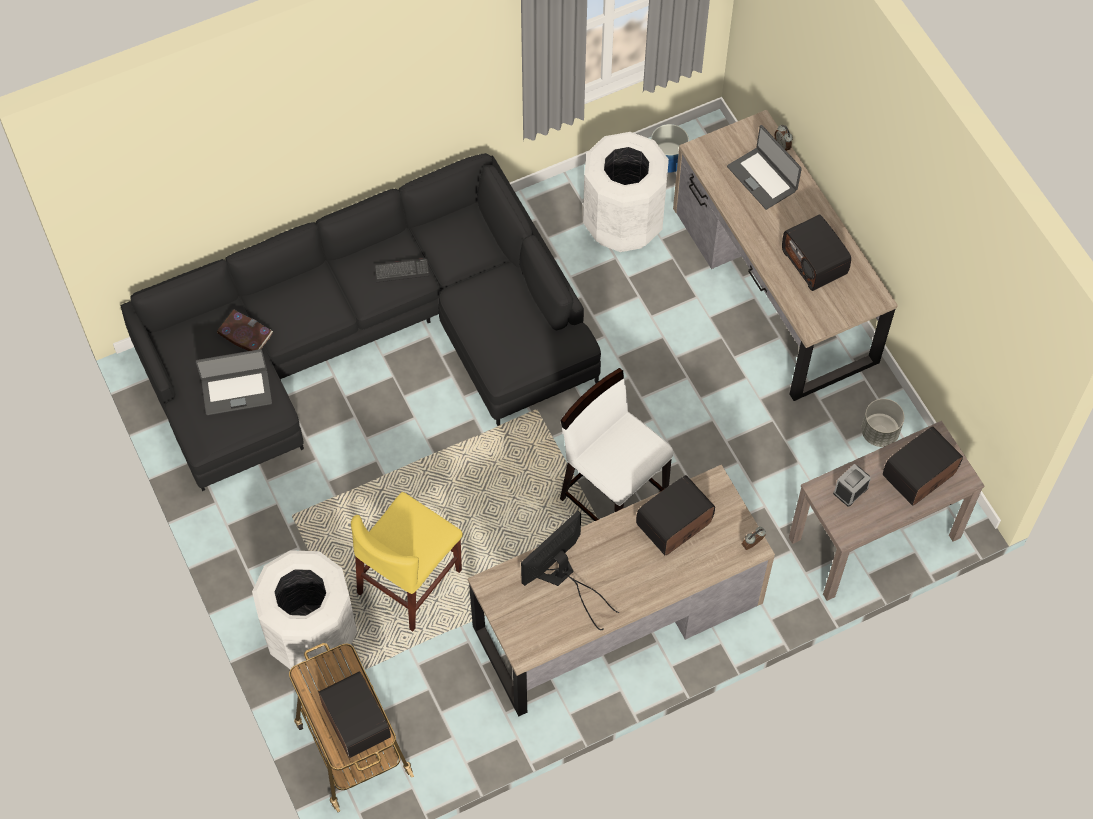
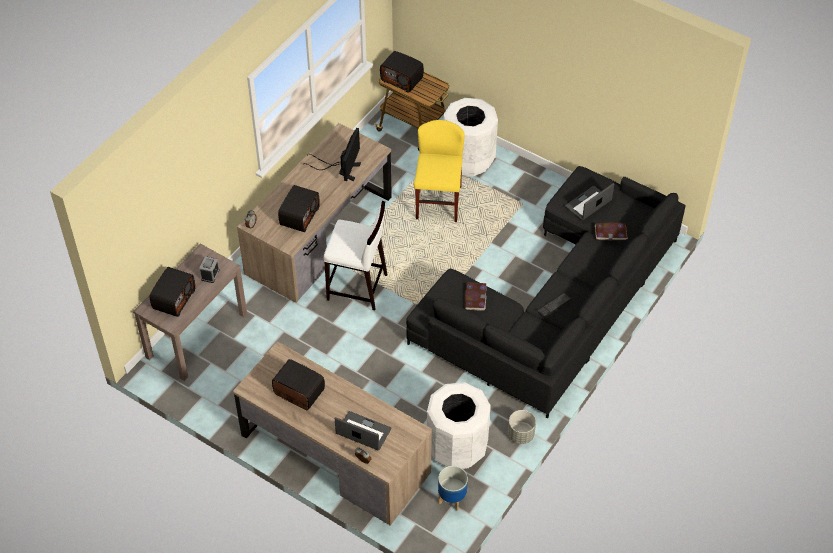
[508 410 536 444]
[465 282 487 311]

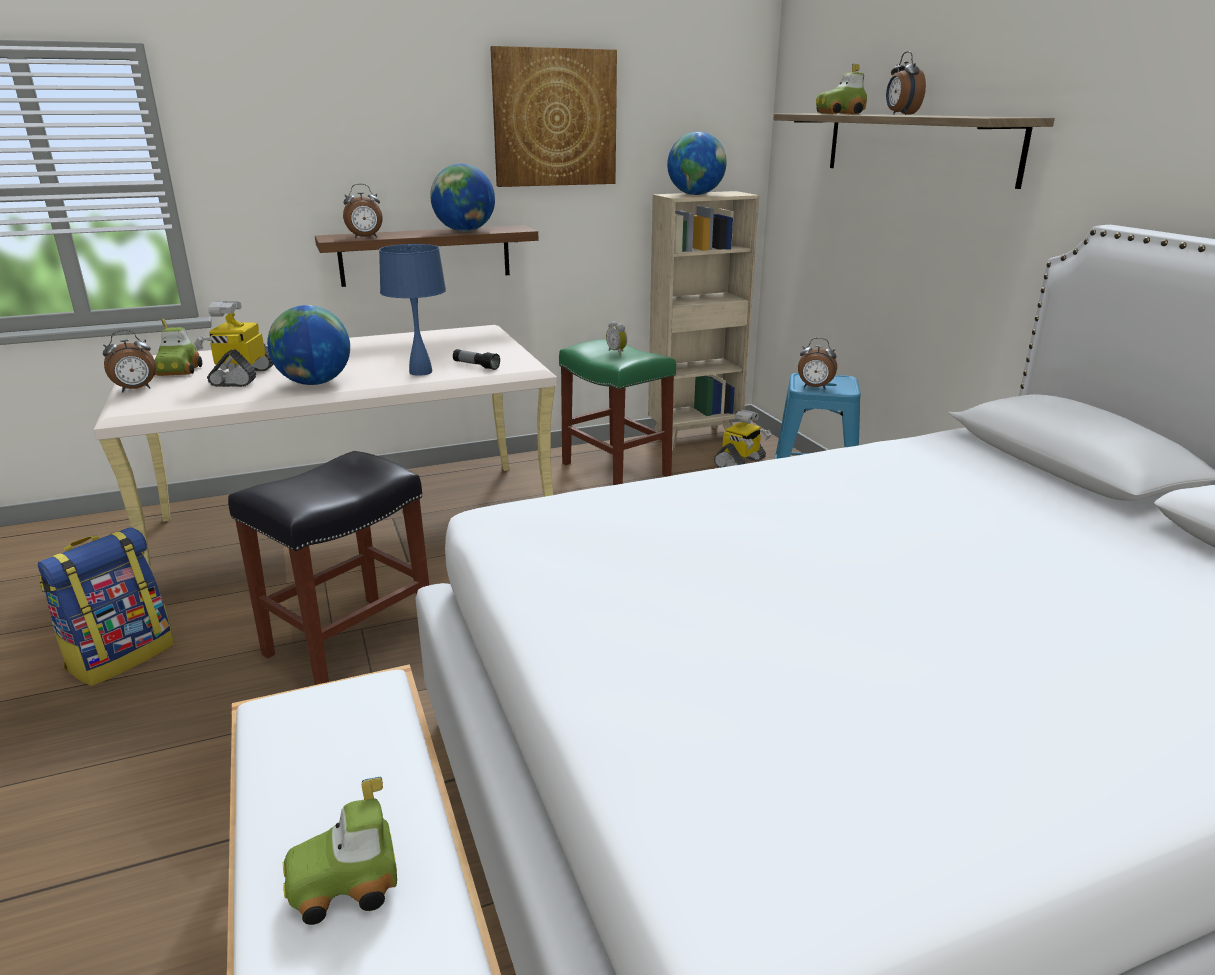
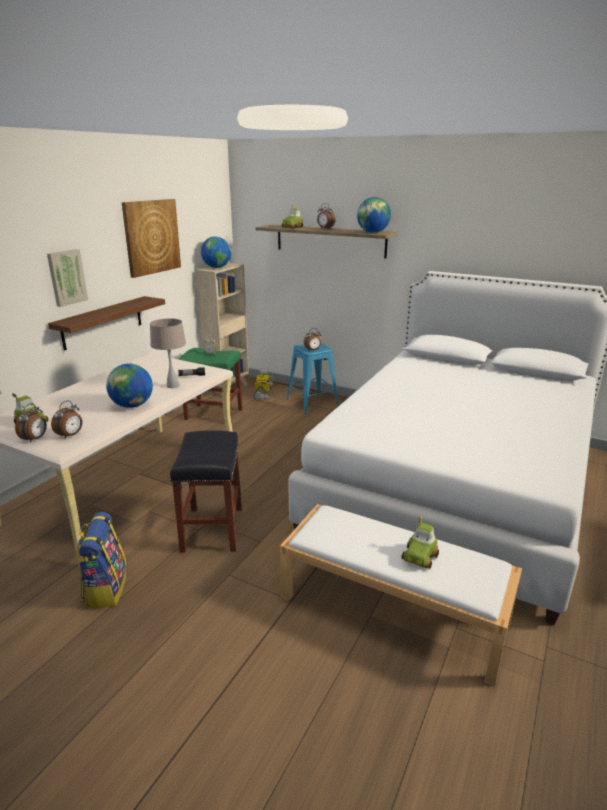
[194 301 274 387] (first image)
[51 401 83 439]
[150 318 186 388]
[357 197 391 233]
[47 249 88 307]

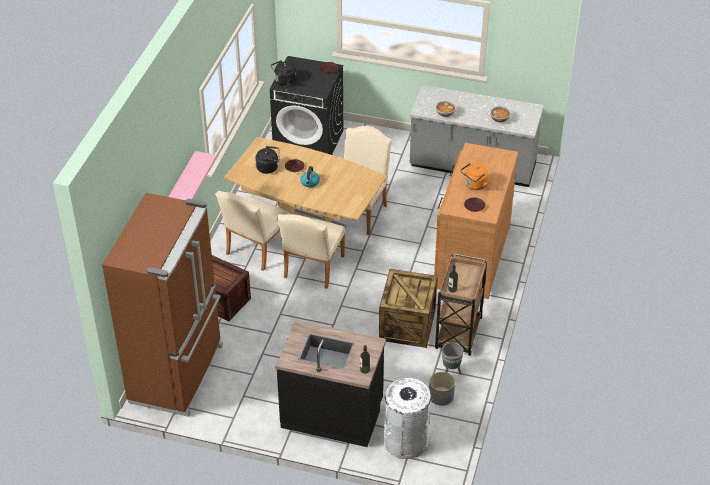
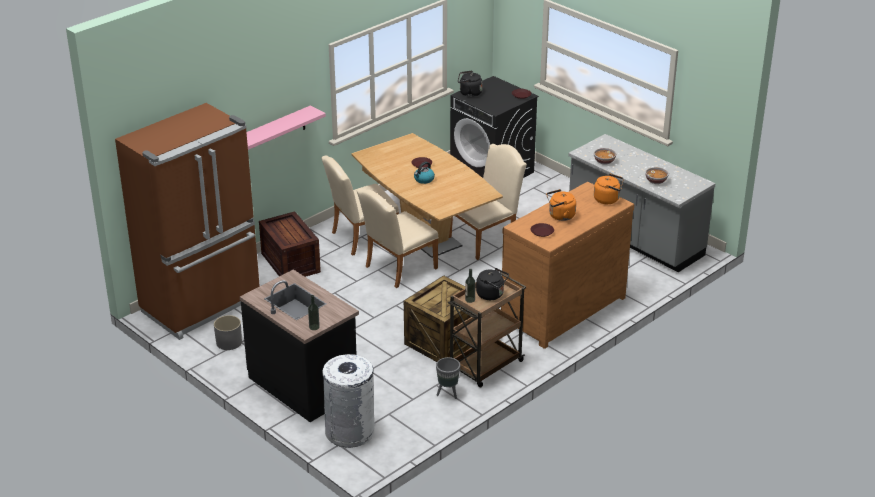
[476 268 509 300]
[214 315 242 350]
[594 174 624 204]

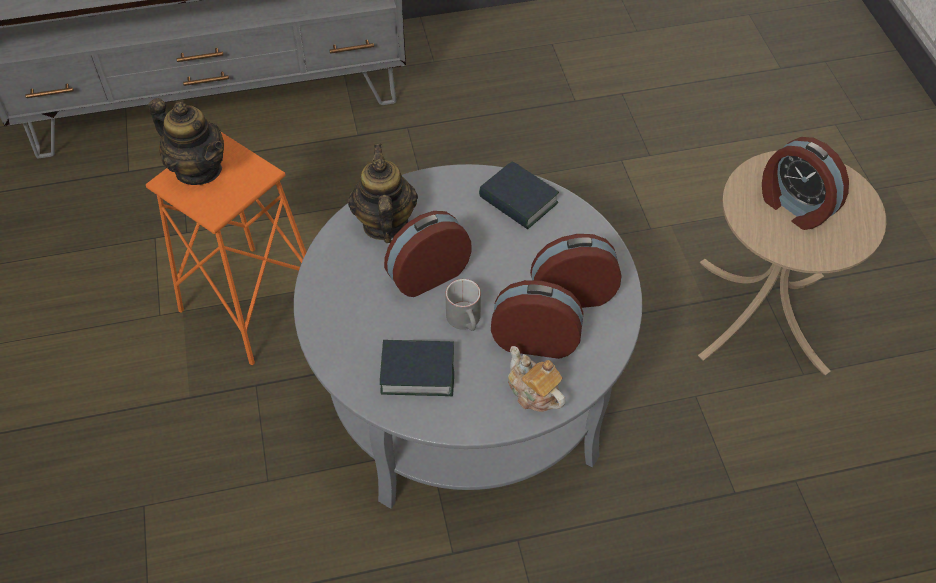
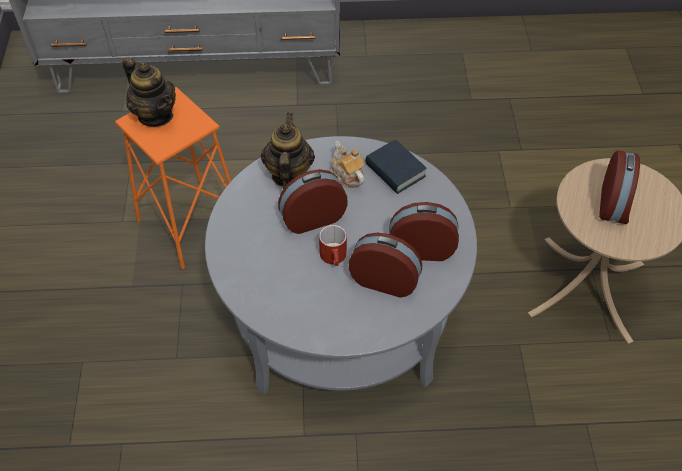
[380 340 454 396] (first image)
[319 225 347 266]
[331 141 365 188]
[599 150 640 224]

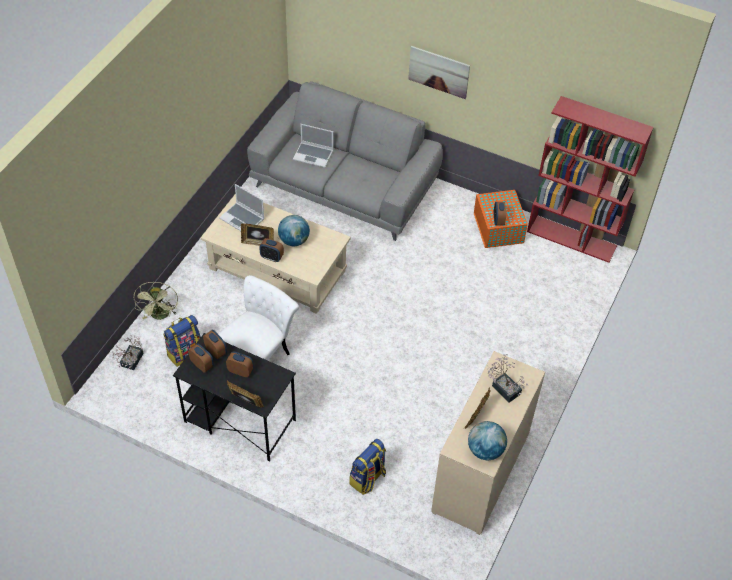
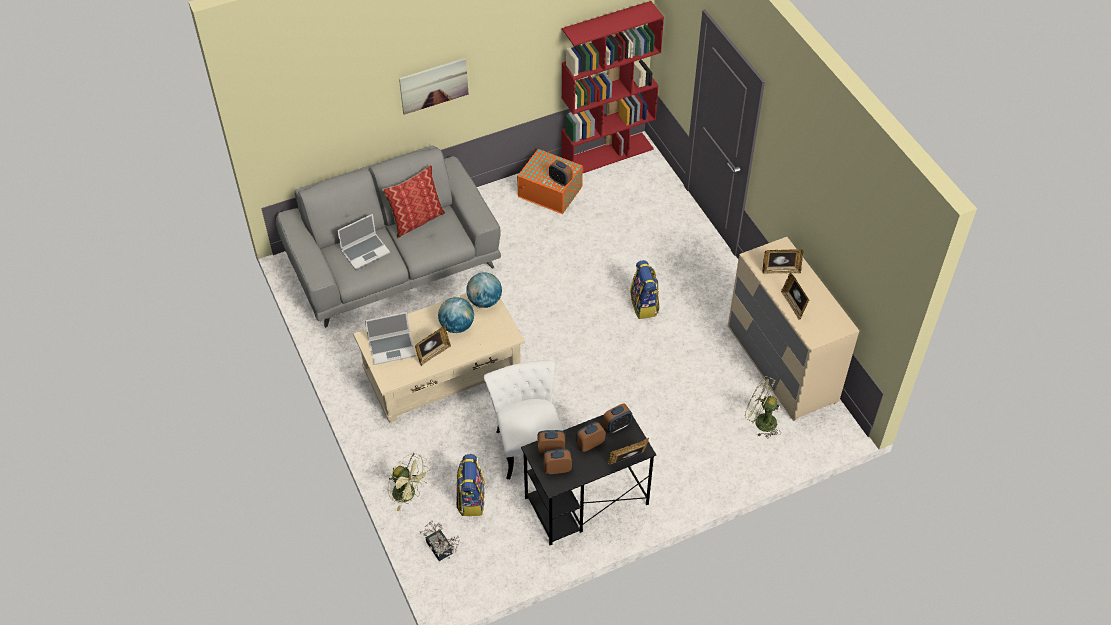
[603 404 632 433]
[630 260 660 319]
[466 272 502 308]
[762 250 804 274]
[382 165 445 238]
[745 376 781 438]

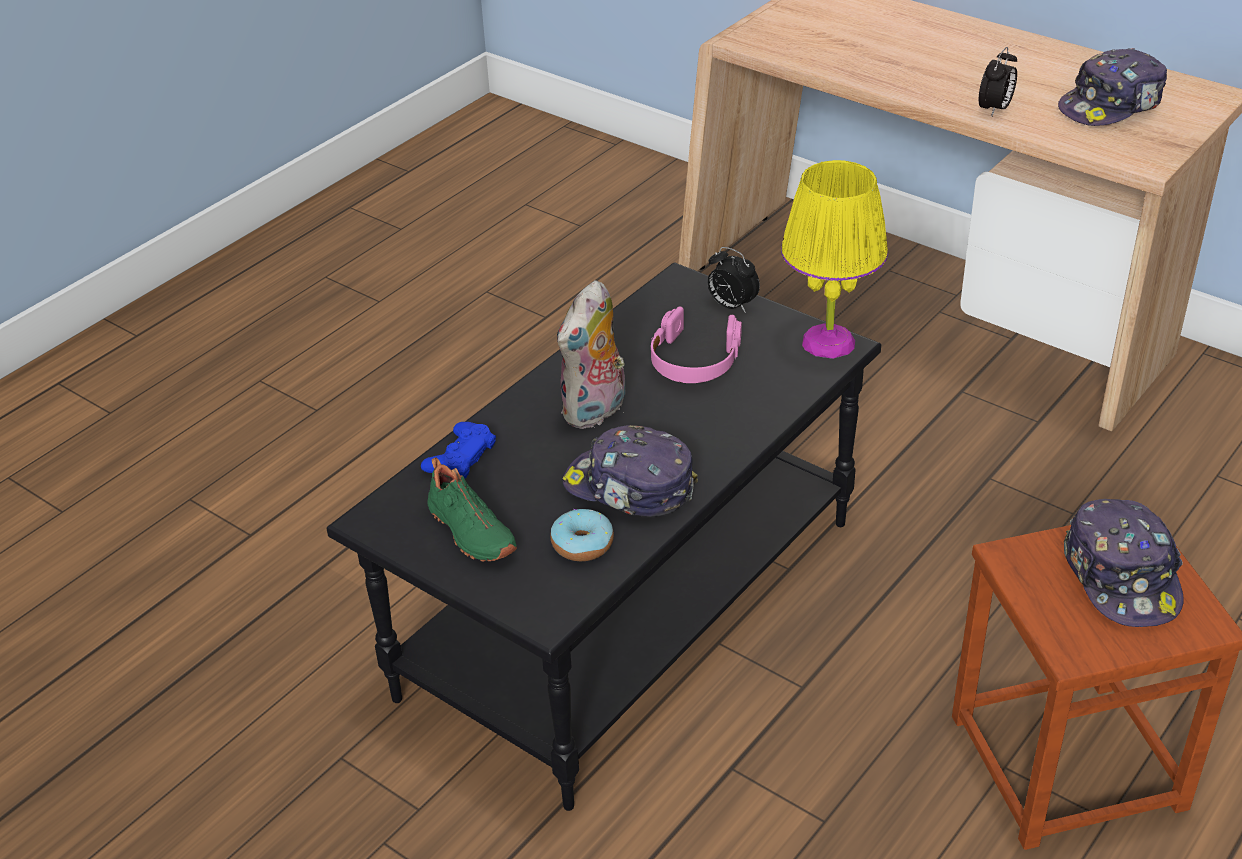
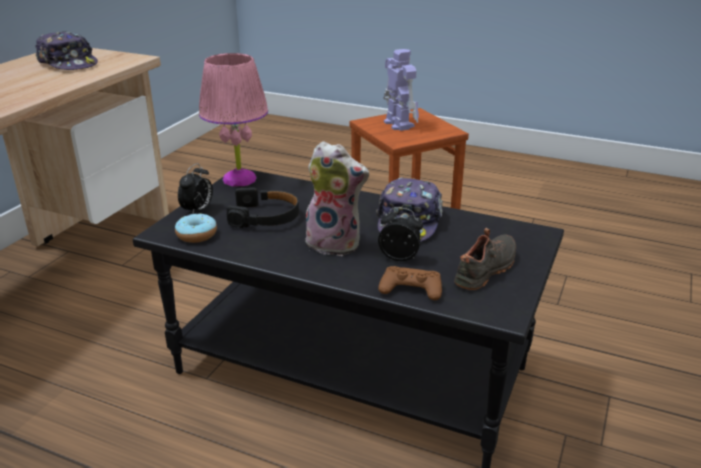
[378 266 442 300]
[454 228 516 290]
[175 213 217 243]
[226 187 299 228]
[199 53 268 186]
[378 207 423 261]
[383 49 419 131]

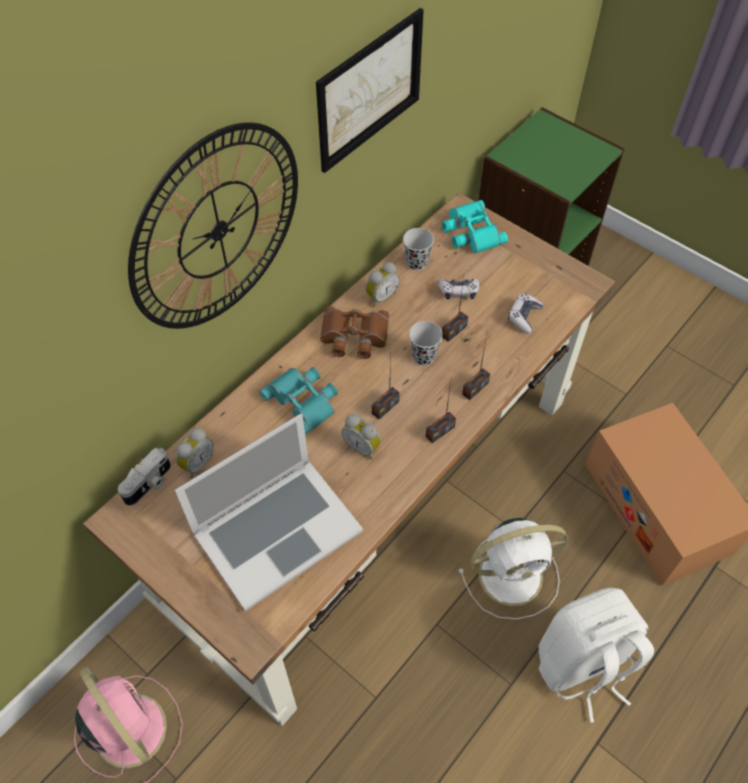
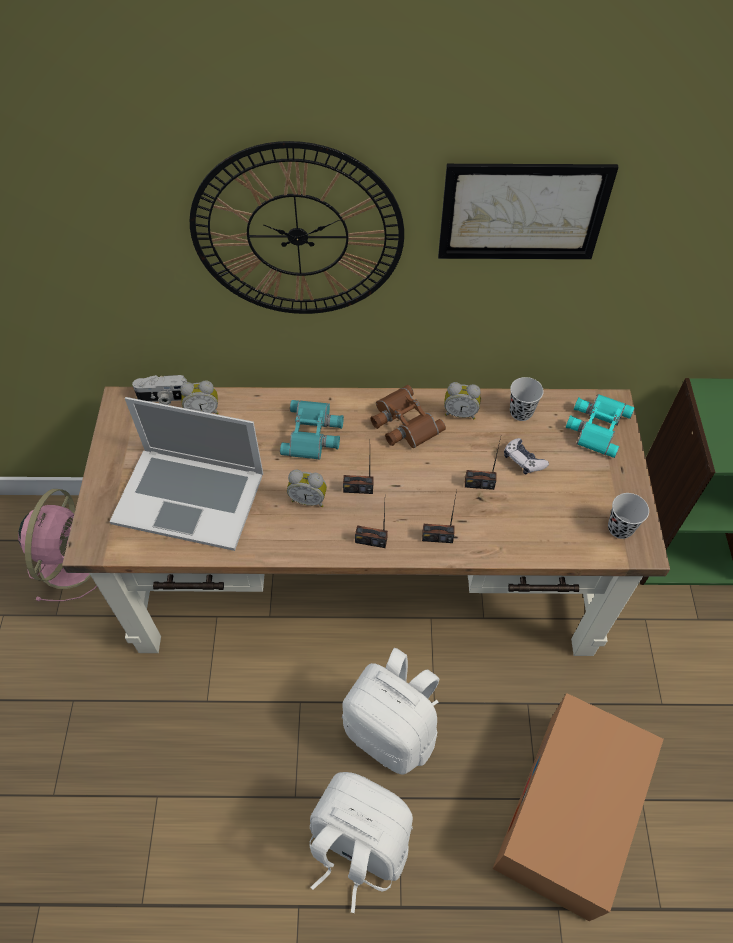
[287 469 327 507]
[608 493 649 539]
[342 648 439 774]
[508 294 544 334] (first image)

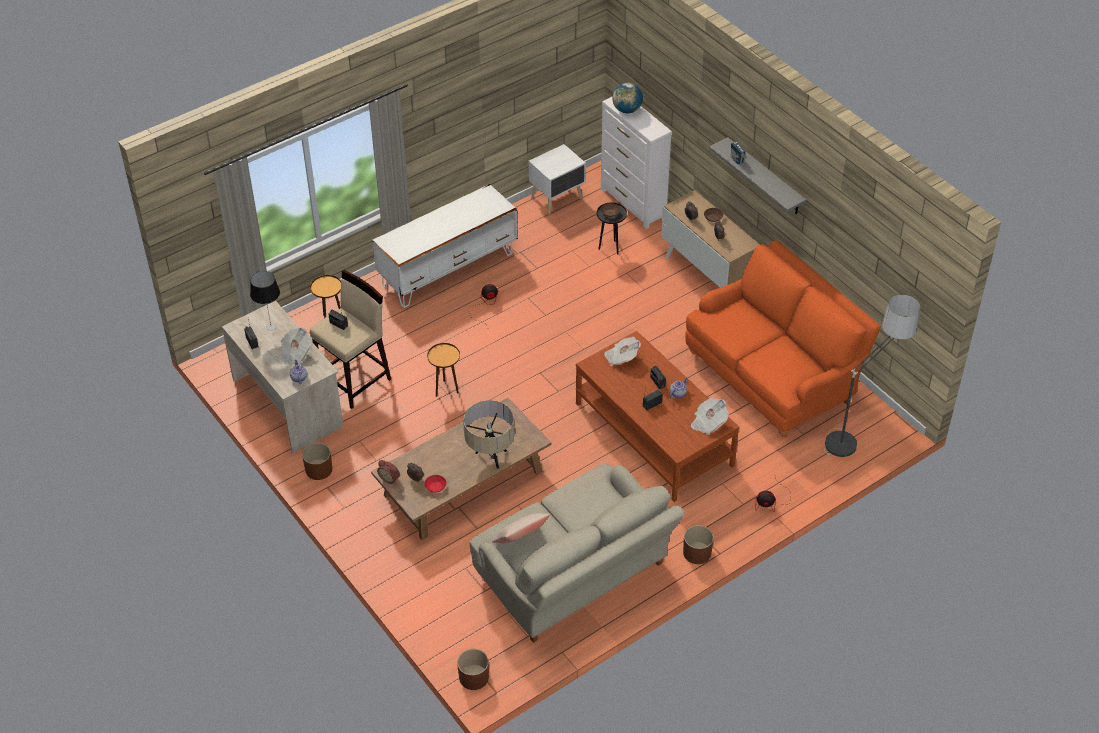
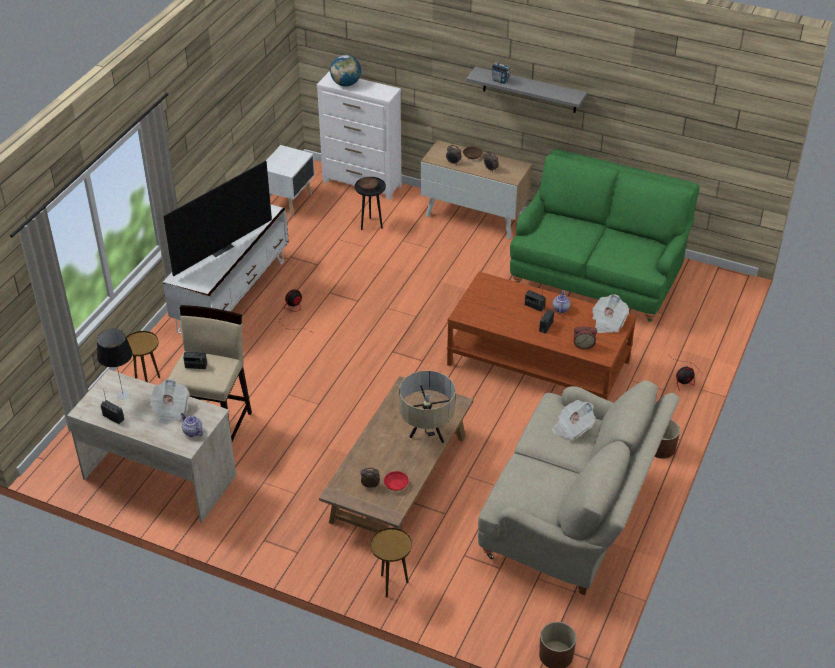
[302 443 332 480] (first image)
[574 326 597 349]
[370 528 412 598]
[492 513 550 543] (first image)
[552 400 595 441]
[510 149 700 322]
[824 295 920 457] (first image)
[163 161 272 277]

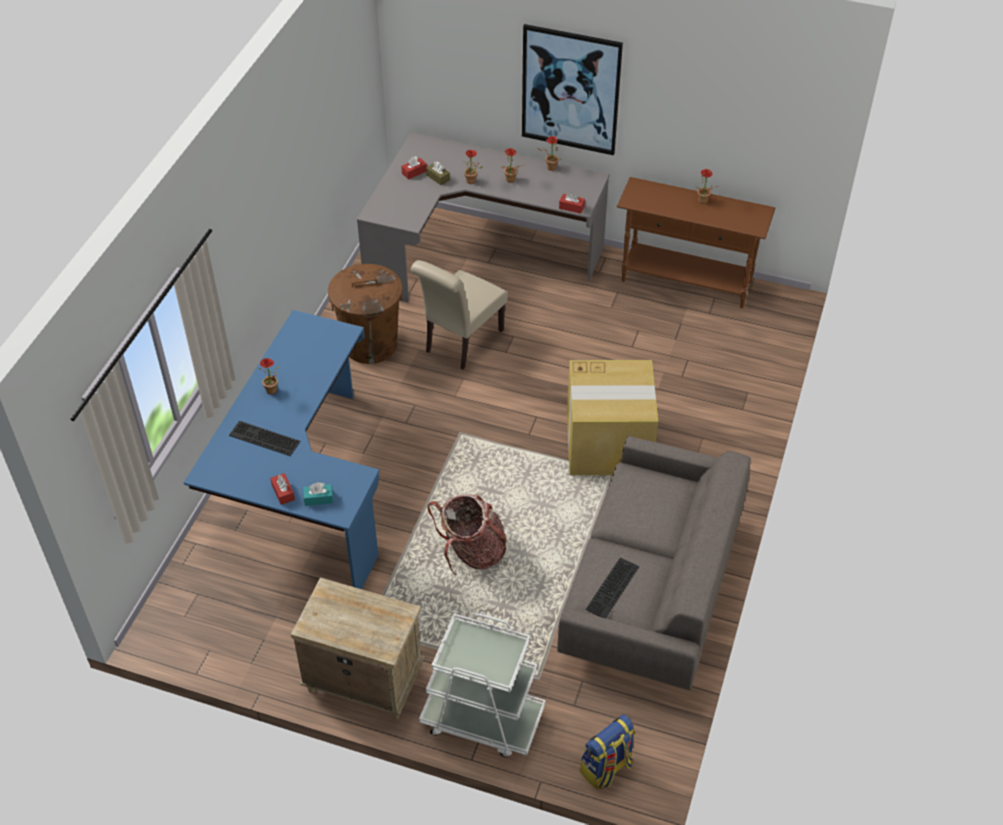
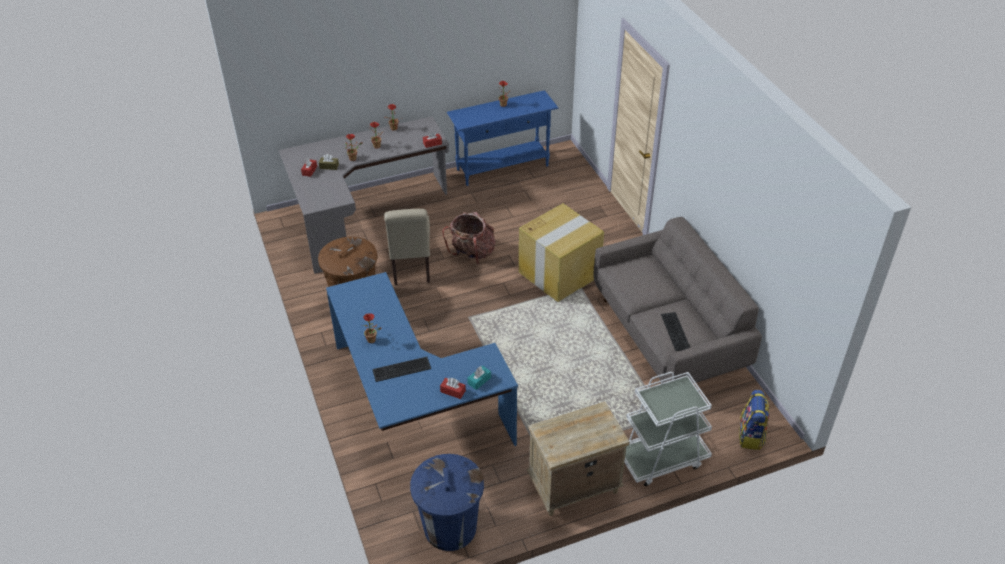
[442 212 495 264]
[522 24 623 155] (first image)
[447 90 558 186]
[410 454 484 551]

